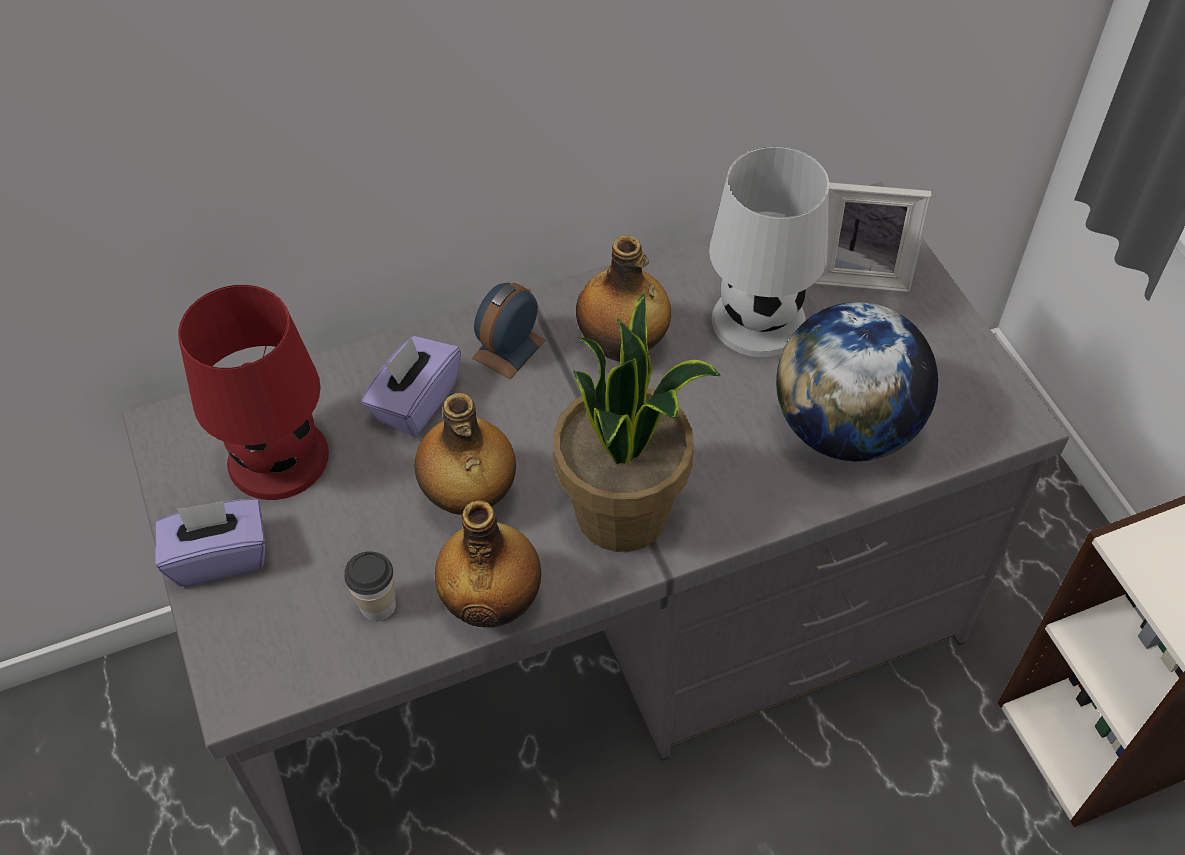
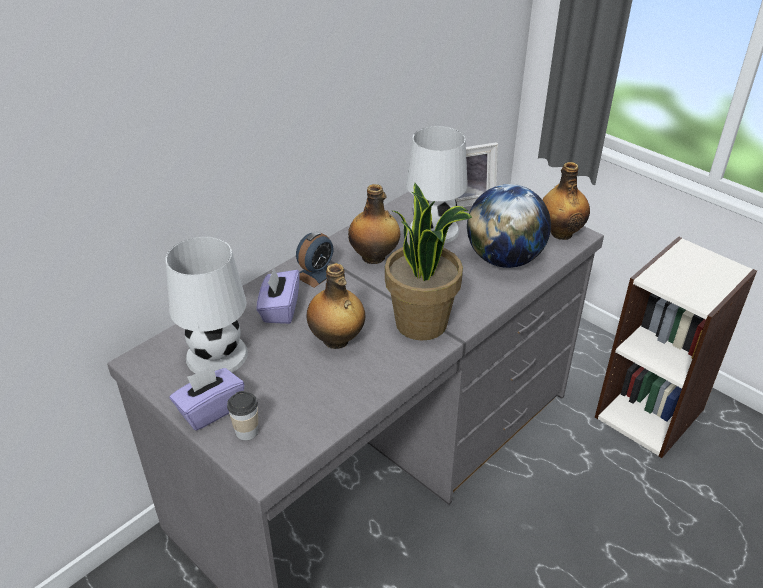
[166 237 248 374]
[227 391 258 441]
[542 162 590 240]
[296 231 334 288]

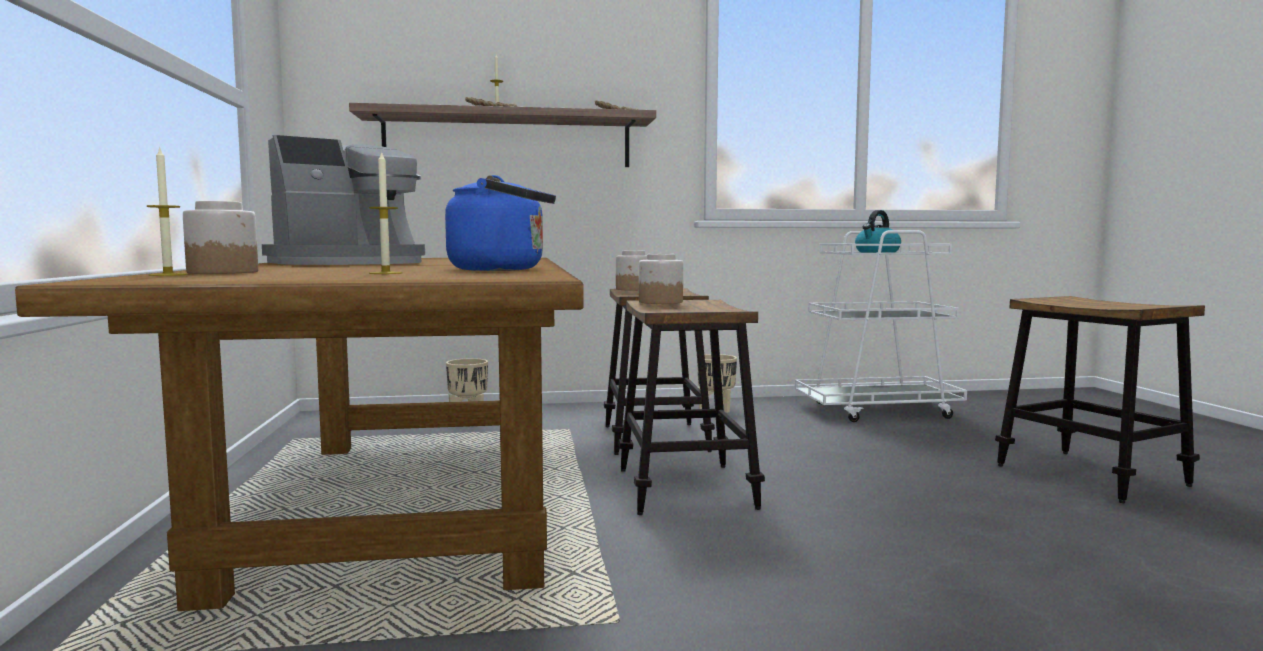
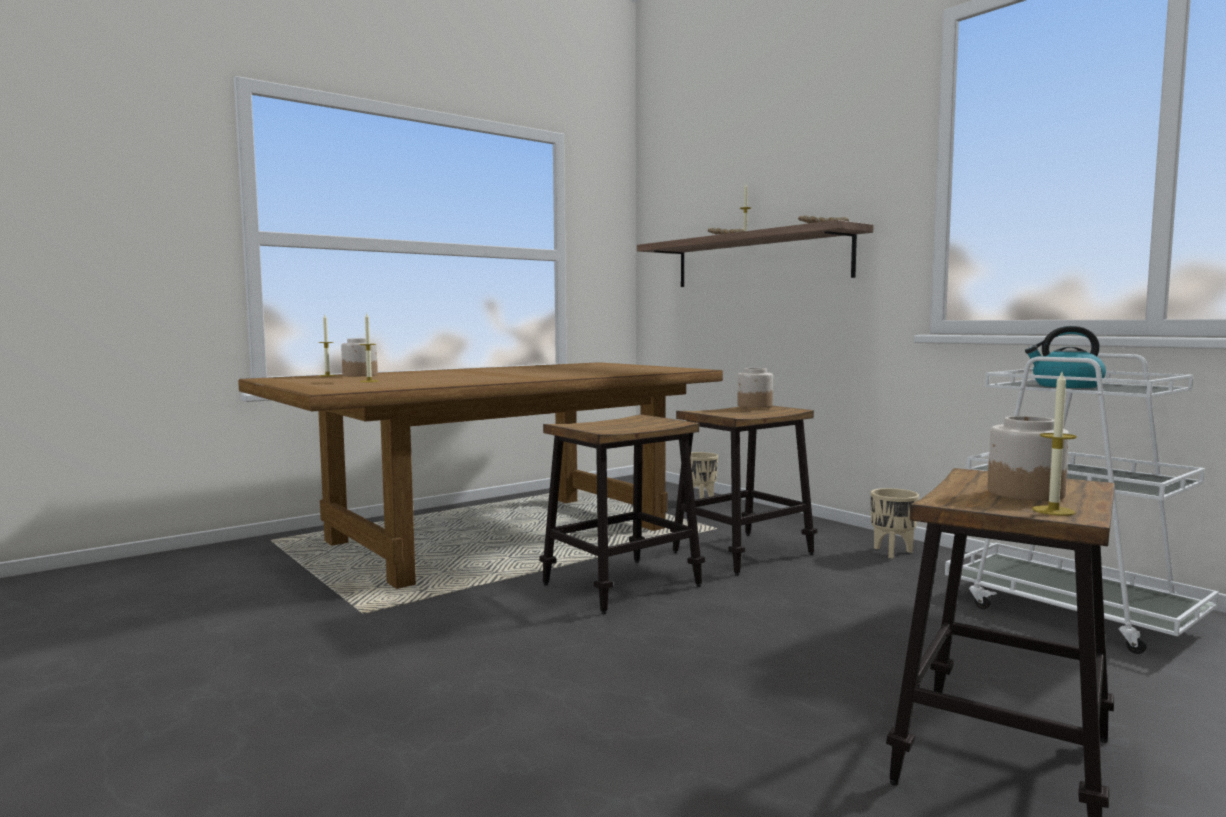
[262 135 425 265] (first image)
[445 175 556 271] (first image)
[988 416 1069 501]
[1032 372 1077 516]

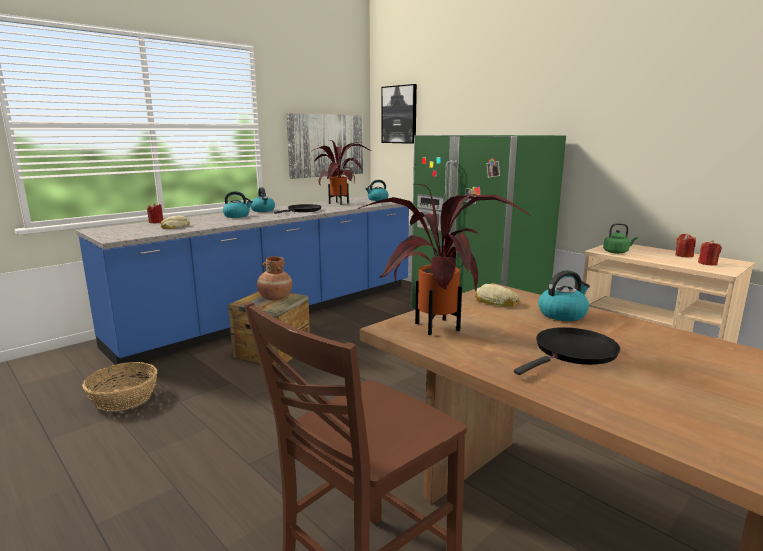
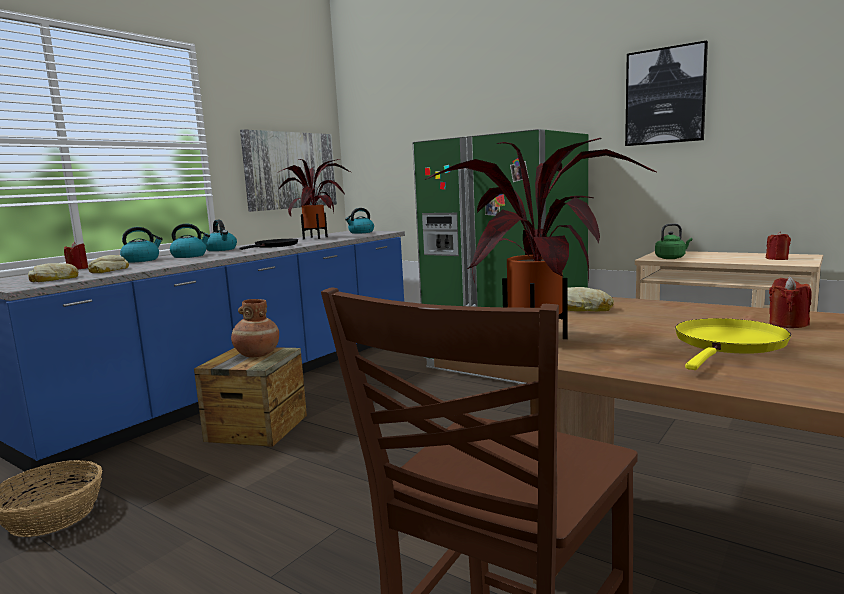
[625 40 708 146]
[675 318 791 370]
[120 227 163 263]
[769 277 812 328]
[28 263 79 282]

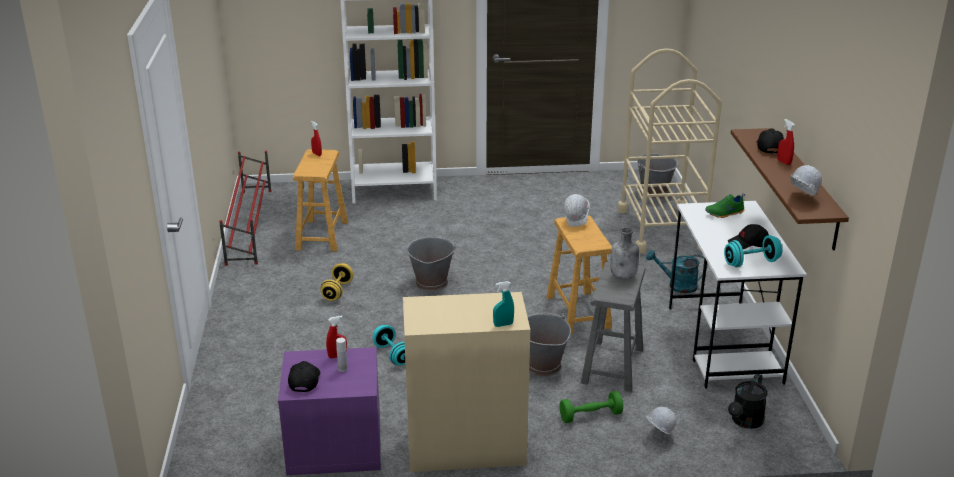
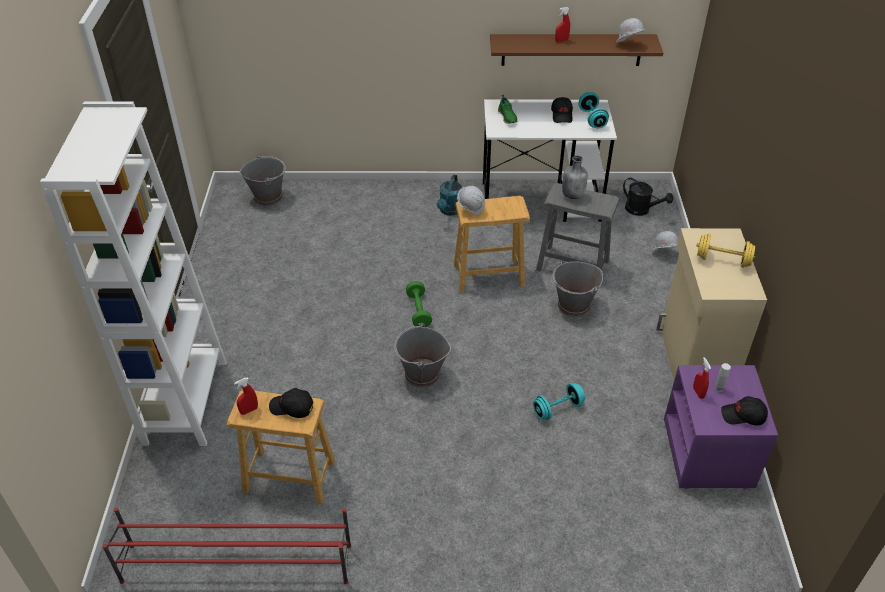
[696 234 756 268]
[493 281 514 327] (first image)
[406 281 432 327]
[617 48 722 254] (first image)
[269 388 313 418]

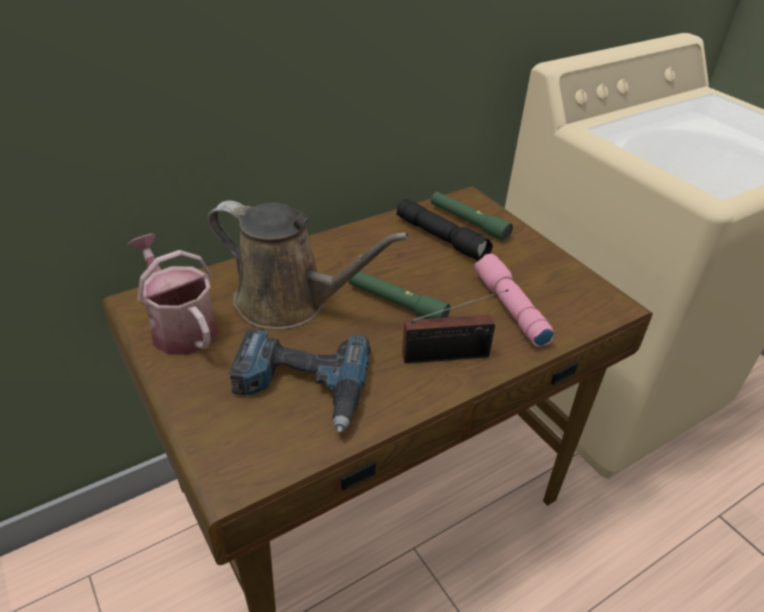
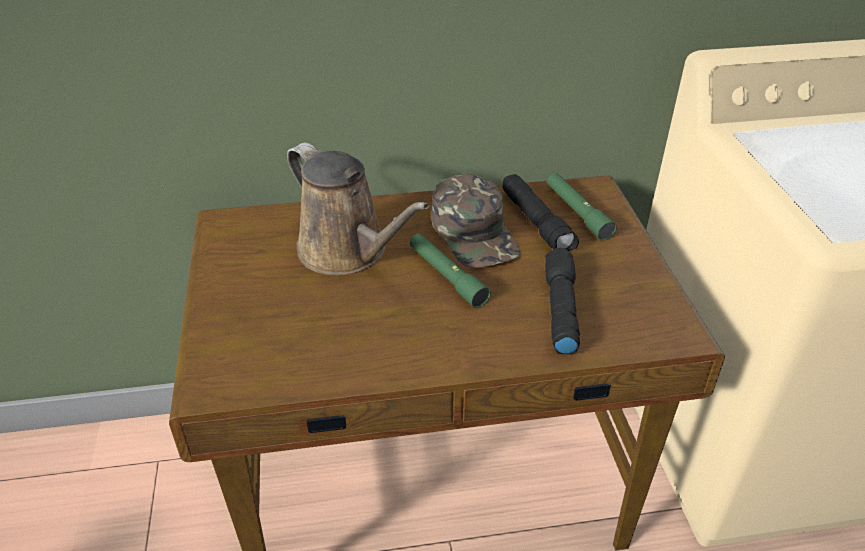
[128 233 218 355] (first image)
[229 329 371 433] (first image)
[402 289 509 364] (first image)
[545 248 580 355]
[431 174 520 268]

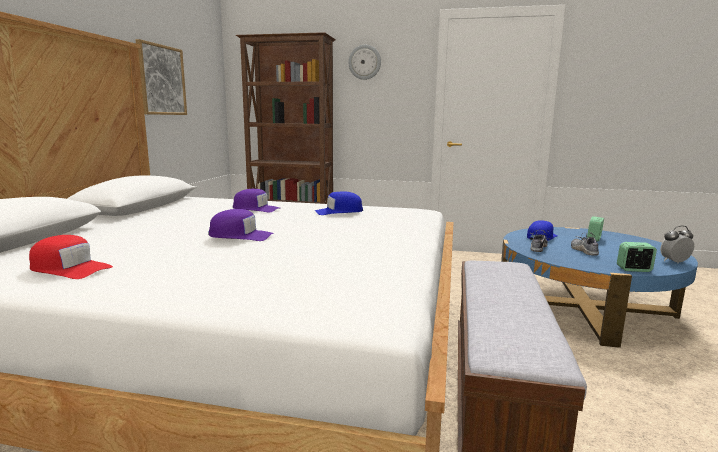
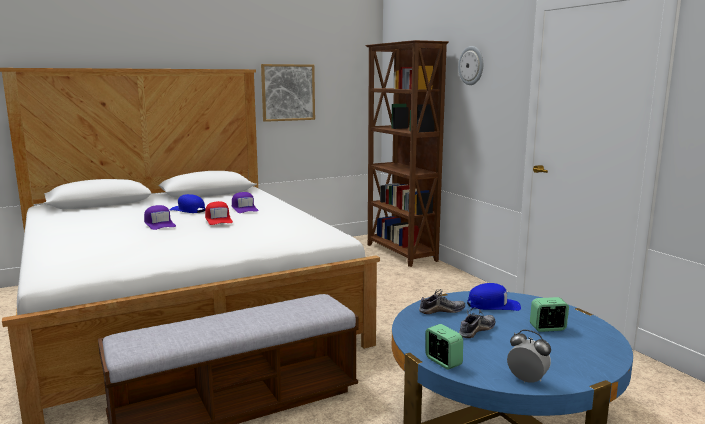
[205 201 233 225]
[169 194 205 213]

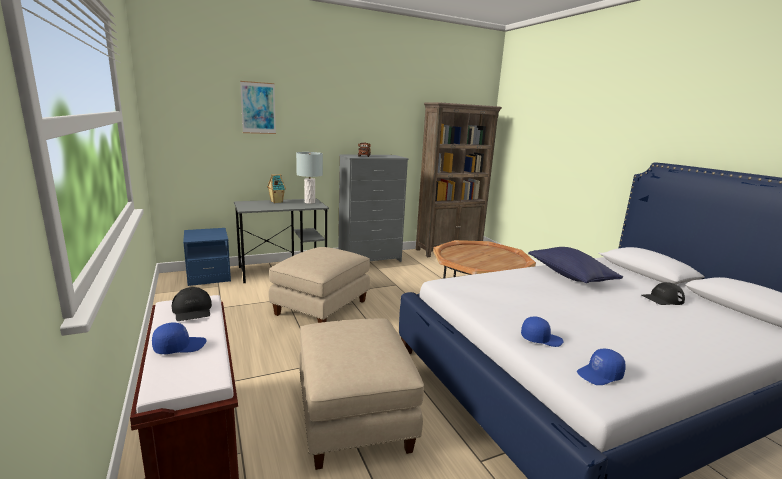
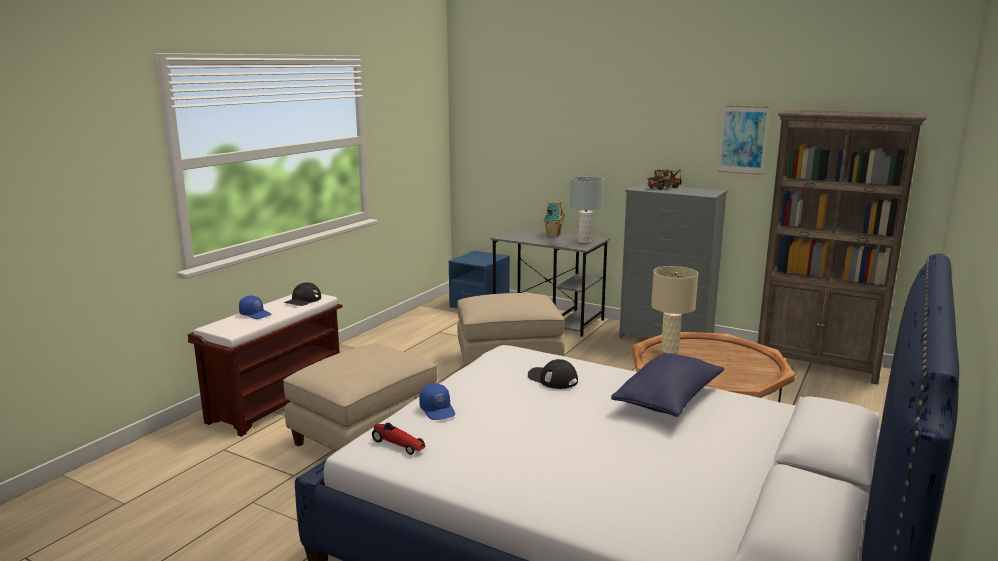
[718 105 770 175]
[372 423 425 455]
[528 359 578 389]
[651 266 698 354]

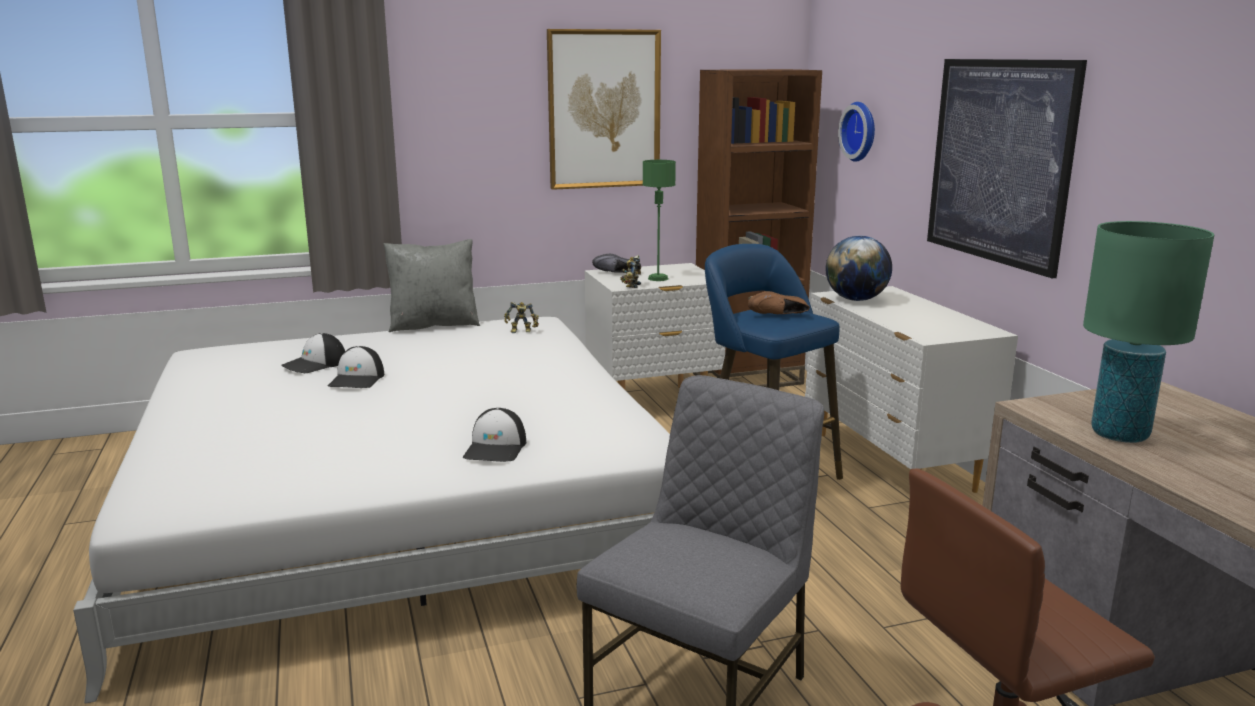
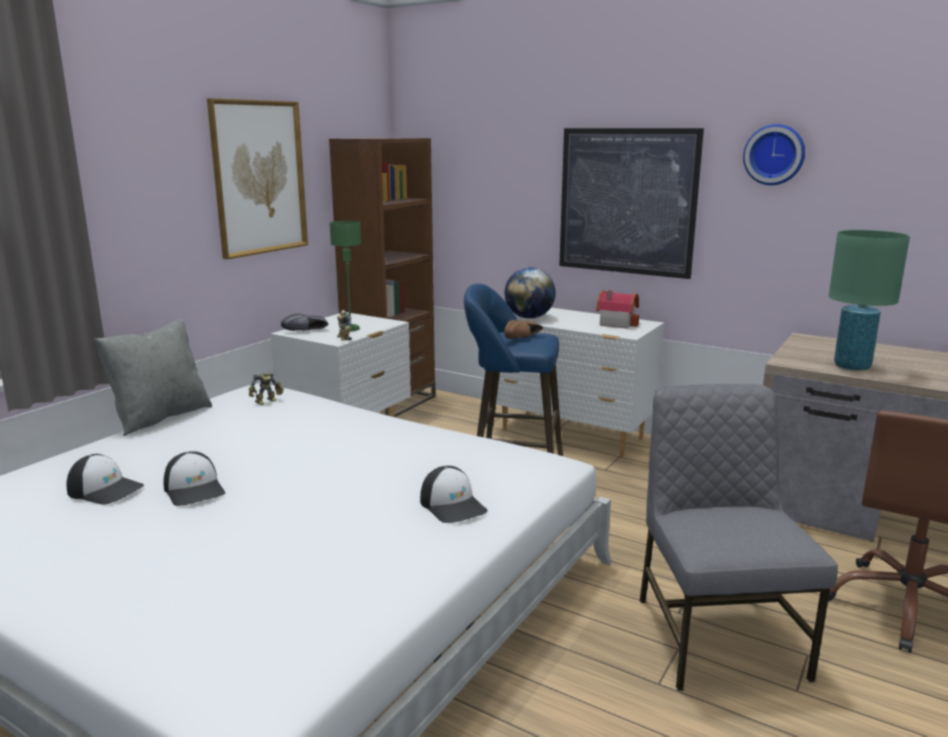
[66 454 144 505]
[743 124 805 185]
[596 290 639 329]

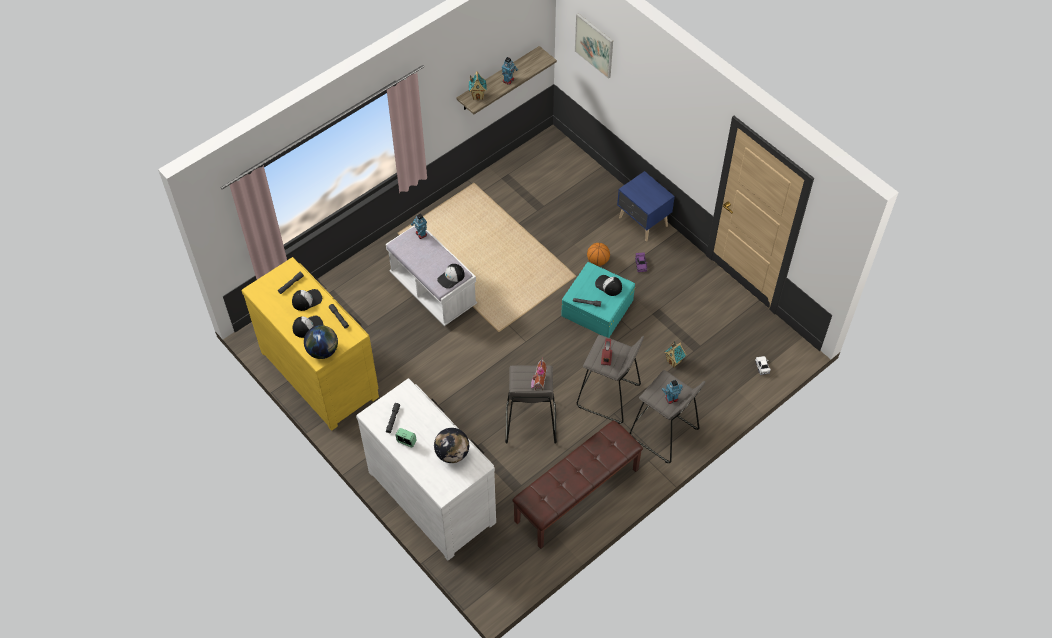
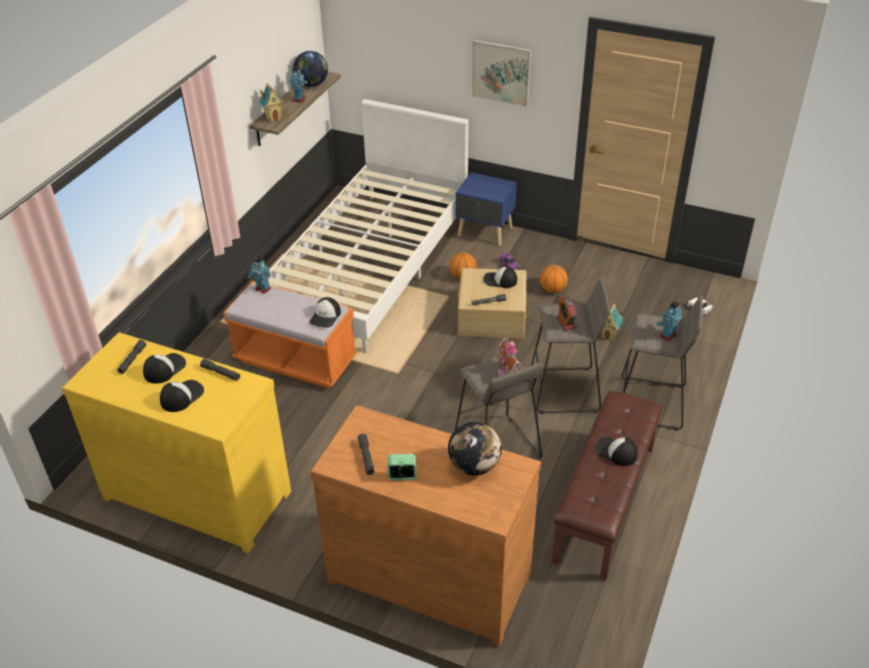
[293 51 328 87]
[311 405 541 647]
[223 281 357 388]
[458 268 526 339]
[472 40 531 107]
[268 99 469 353]
[540 265 568 293]
[595 437 638 466]

